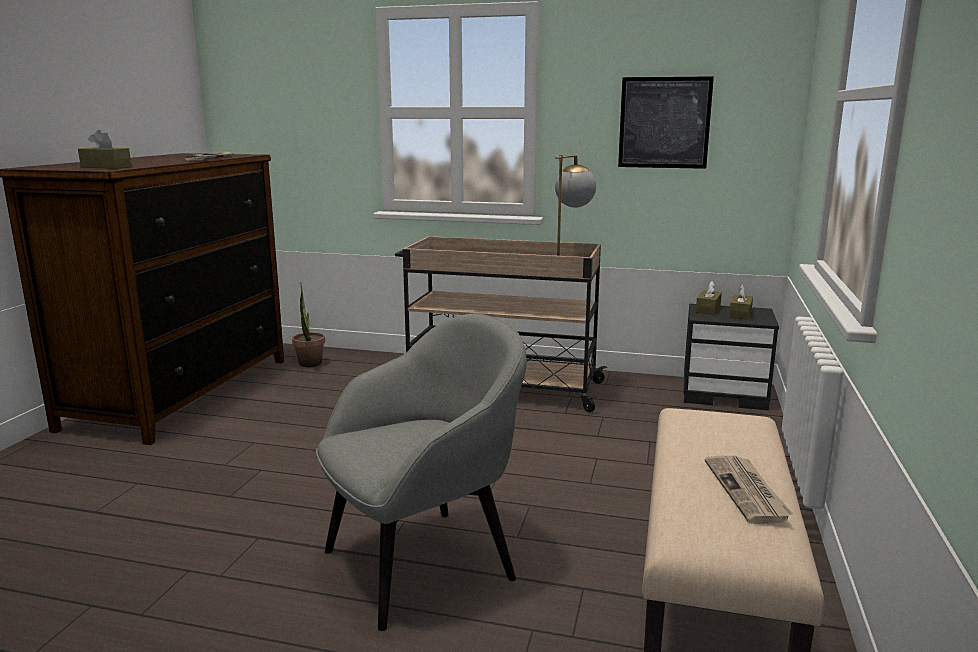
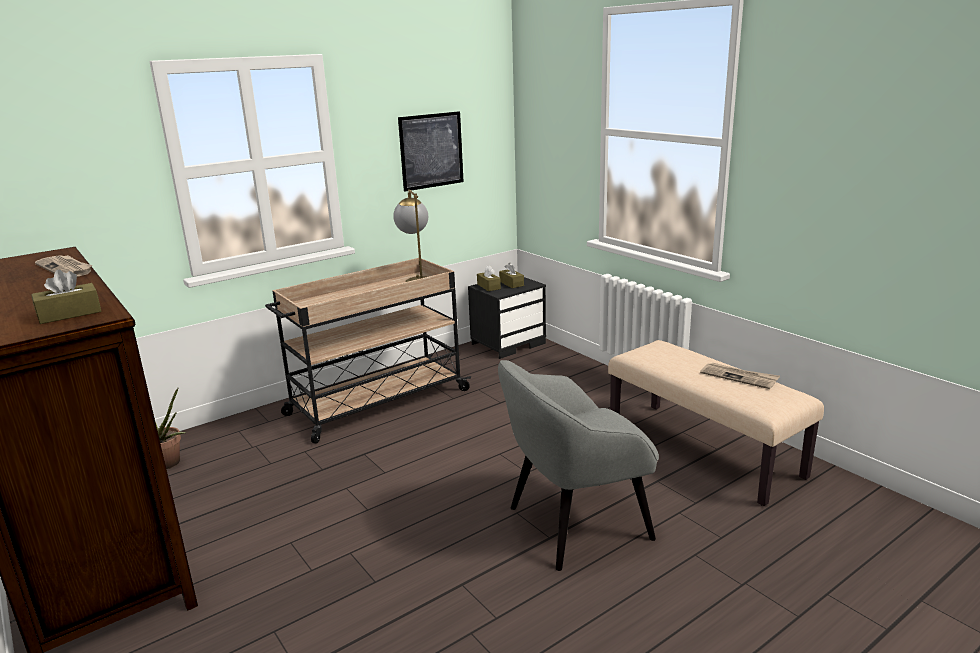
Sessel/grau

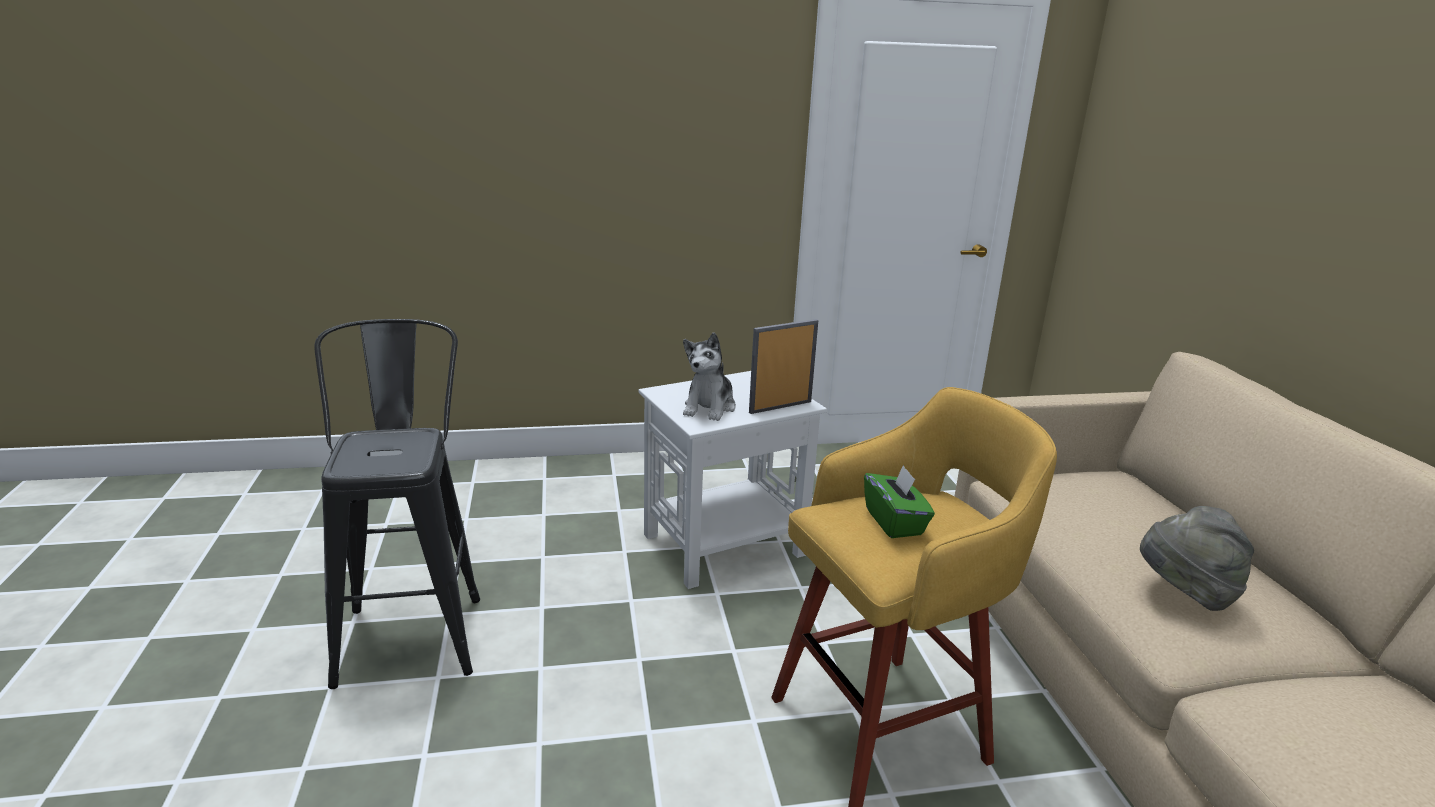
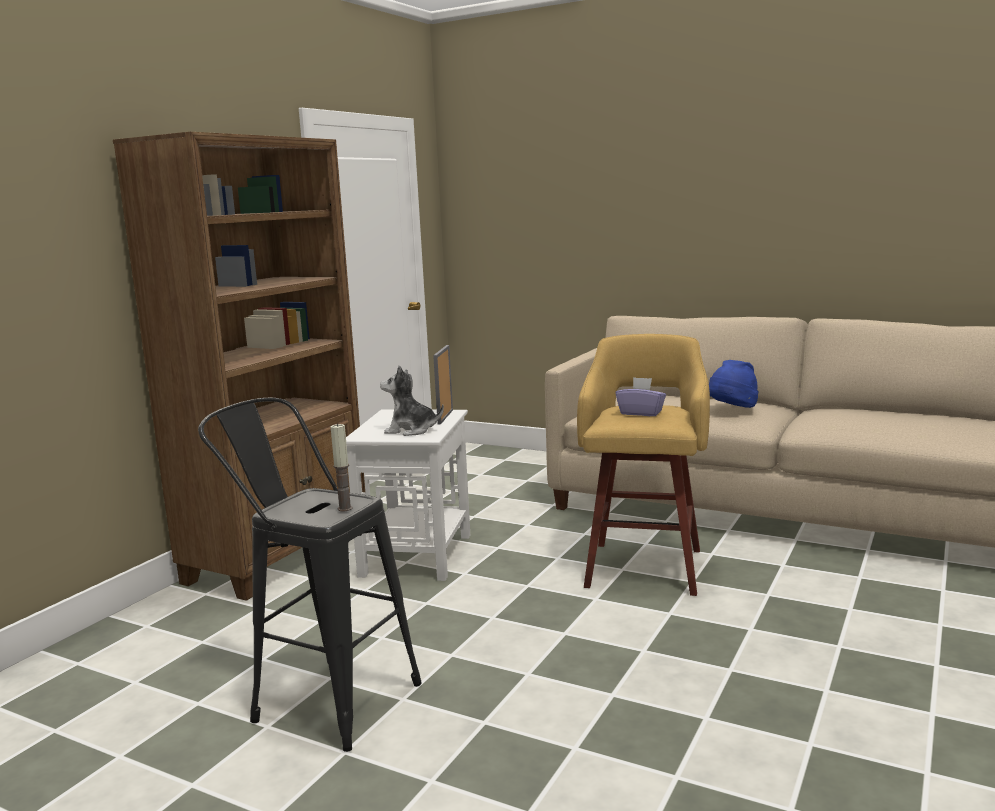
Bücherregal/braun; Kerze; Taschentuchbox/lila; Hut/blau; Plüschtier

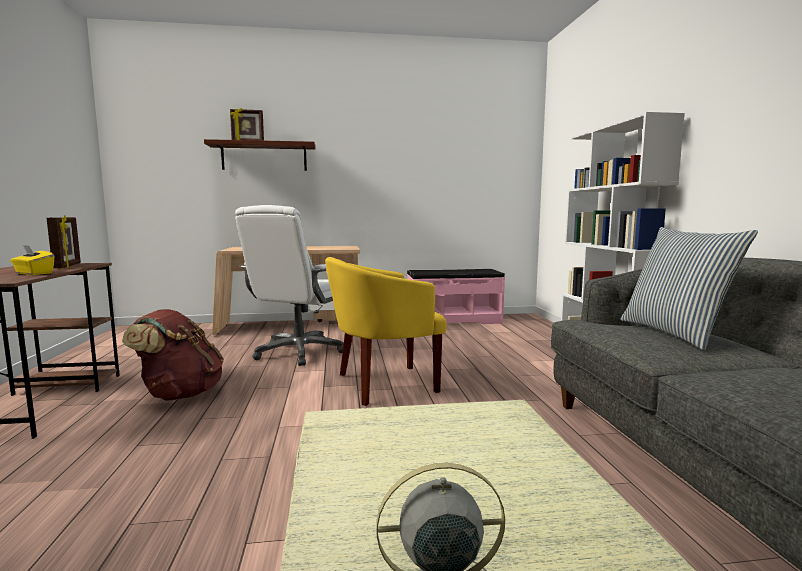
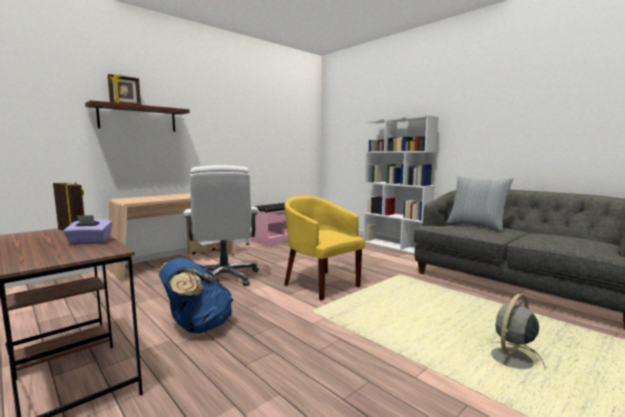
Taschentuchbox/lila; Rucksack/blau; Sessel/gelb

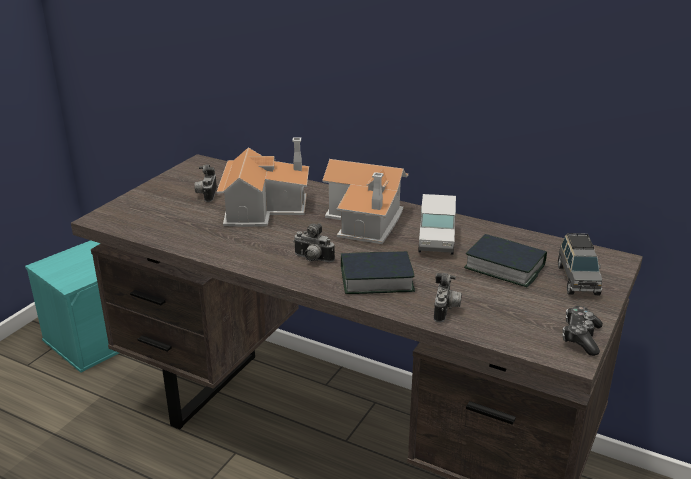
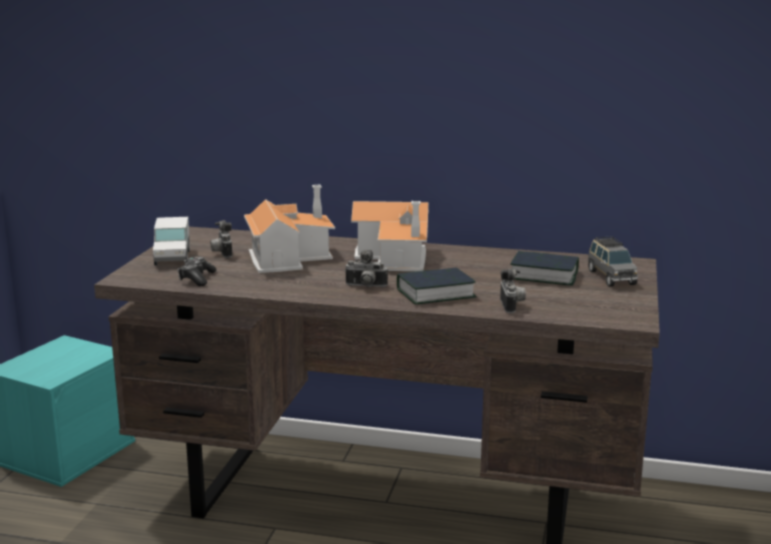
Spielzeuglaster; Gamepad

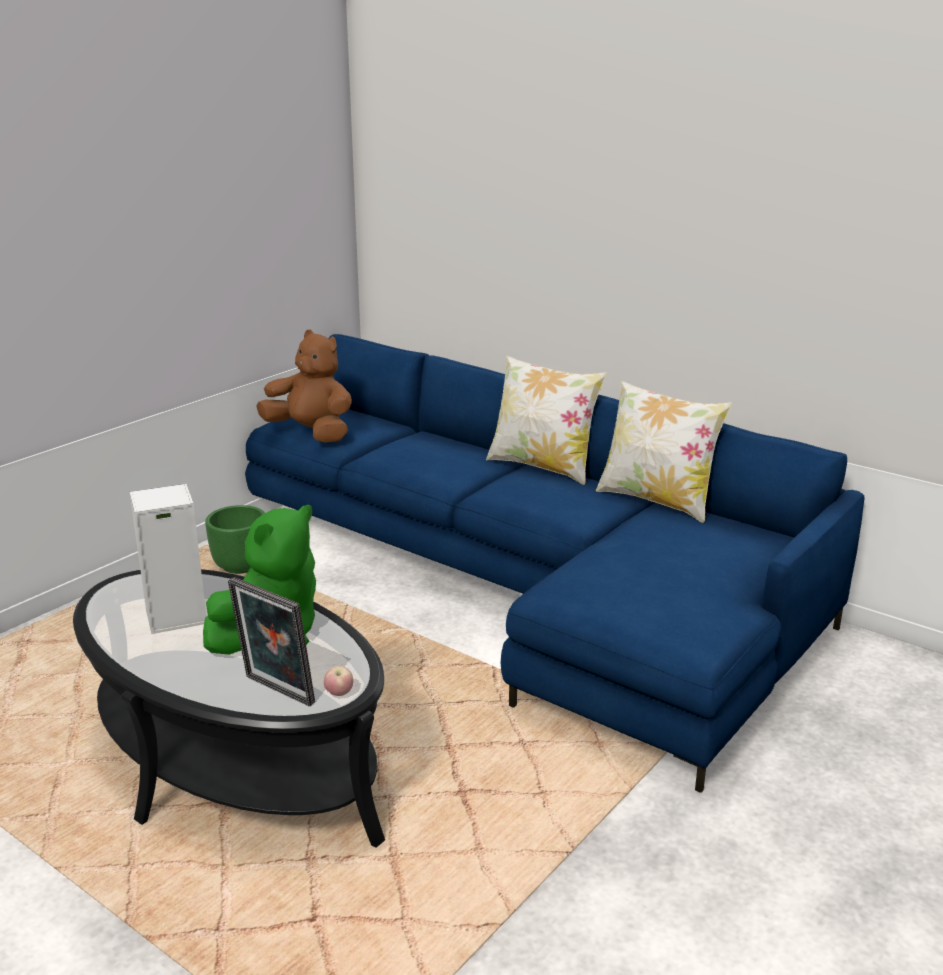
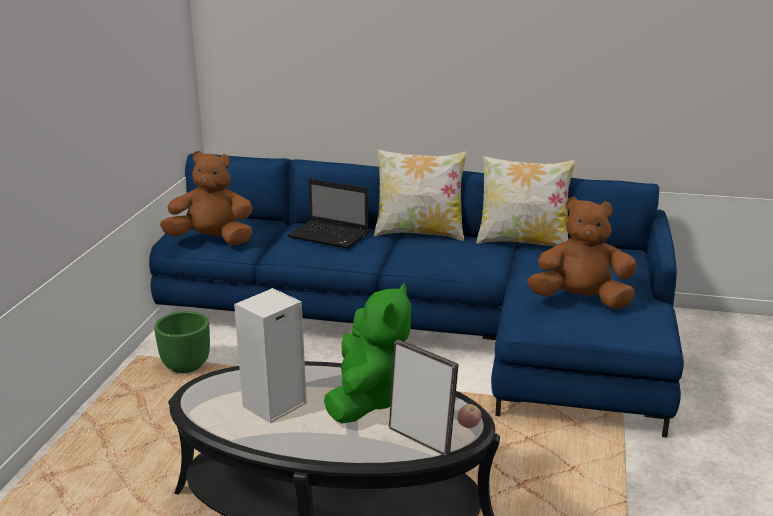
Laptop; Plüschtier/braun (no. 2 from left); Bilderrahmen

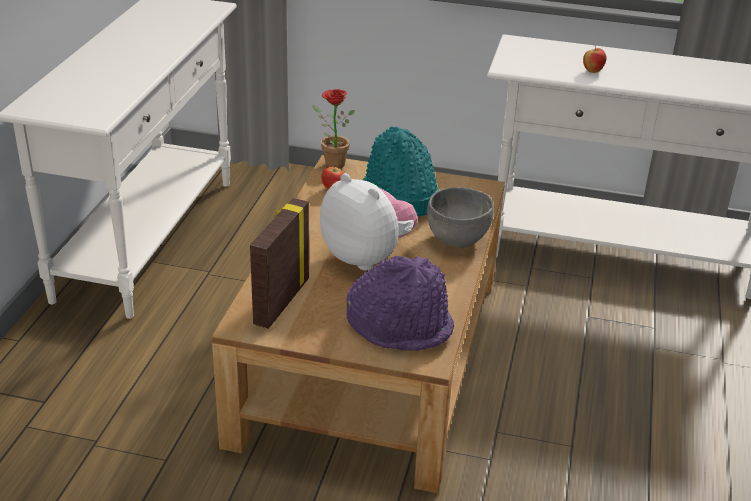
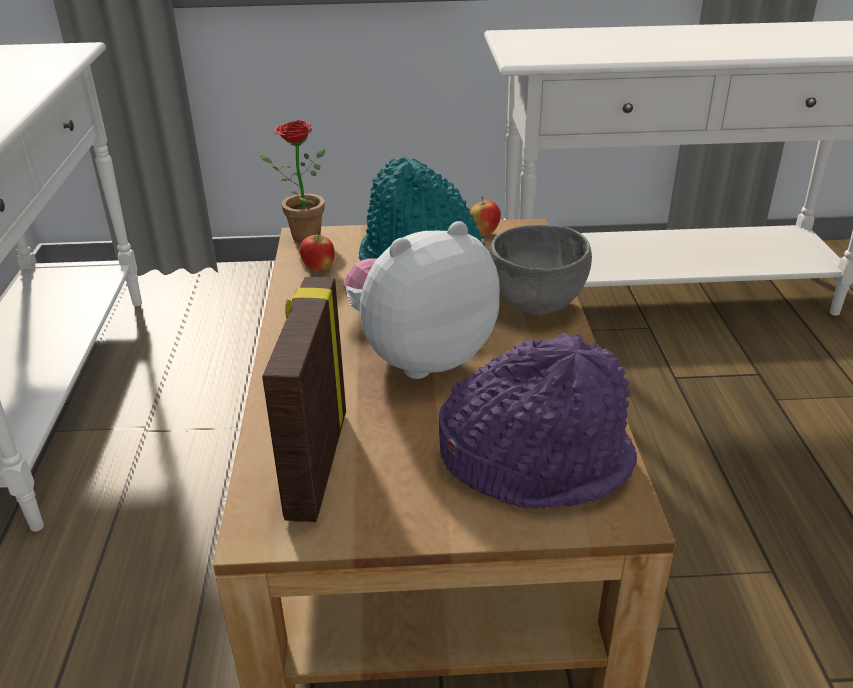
Apfel (no. 2 from left); Plüschtier

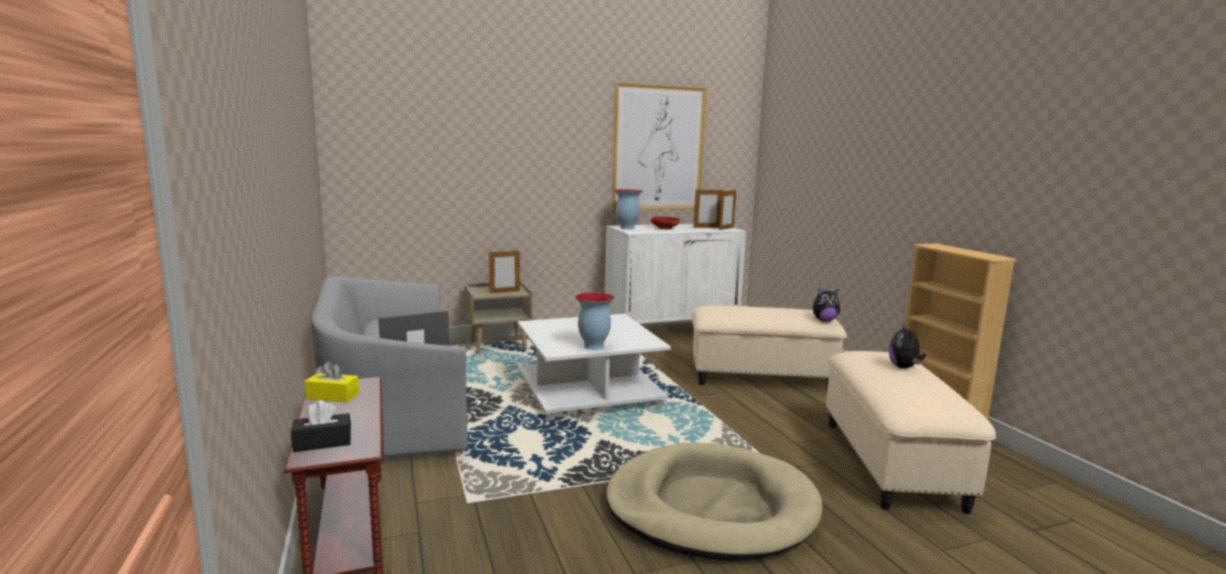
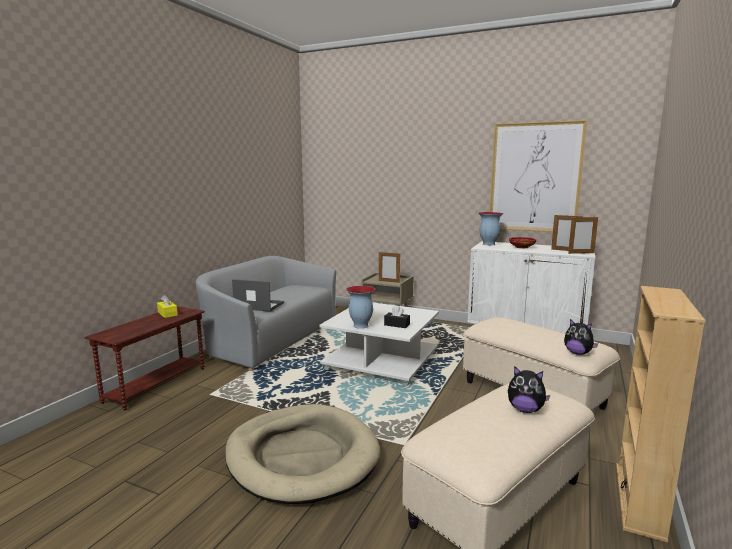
Taschentuchbox/schwarz; Plüschtier (no. 1 from left)

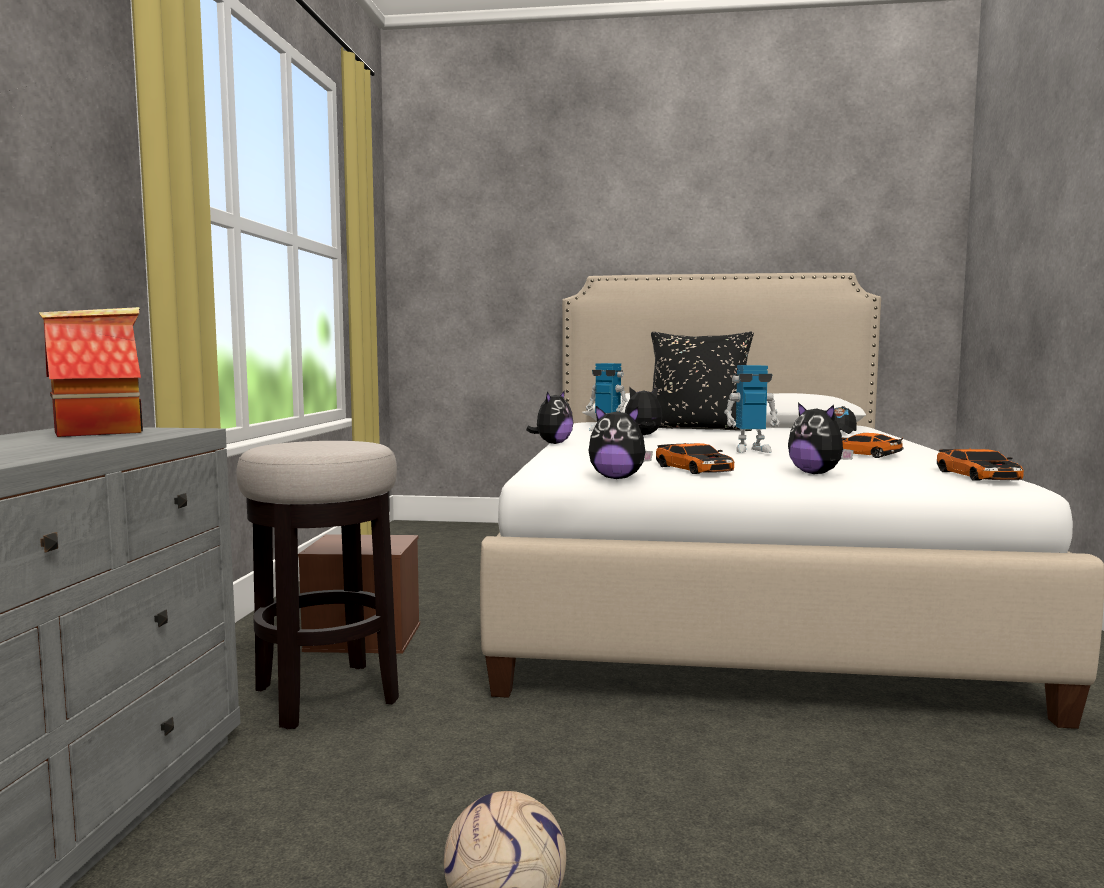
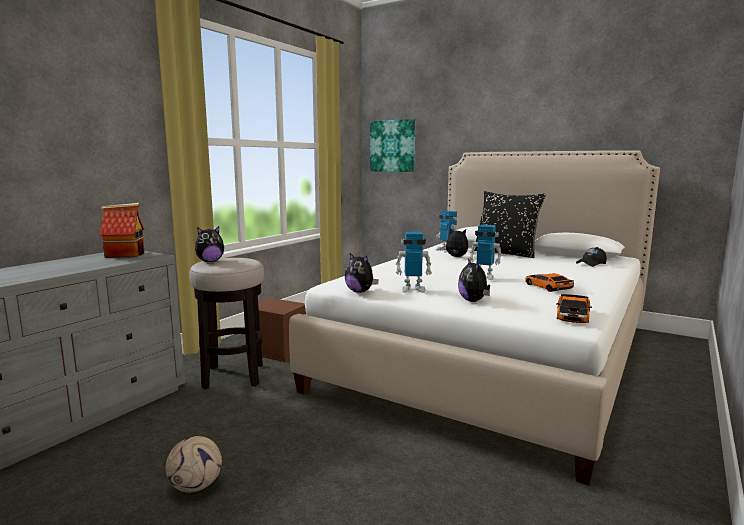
Bild; Plüschtier (no. 1 from left); Spielzeugroboter (no. 1 from left)

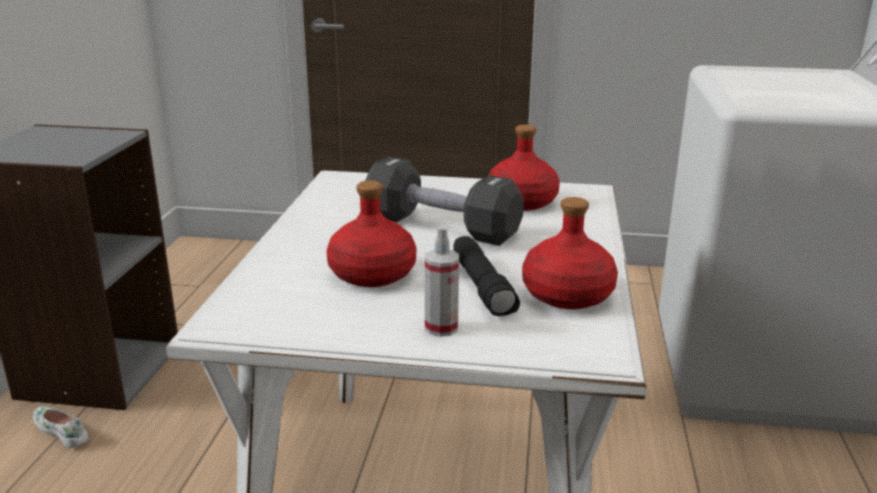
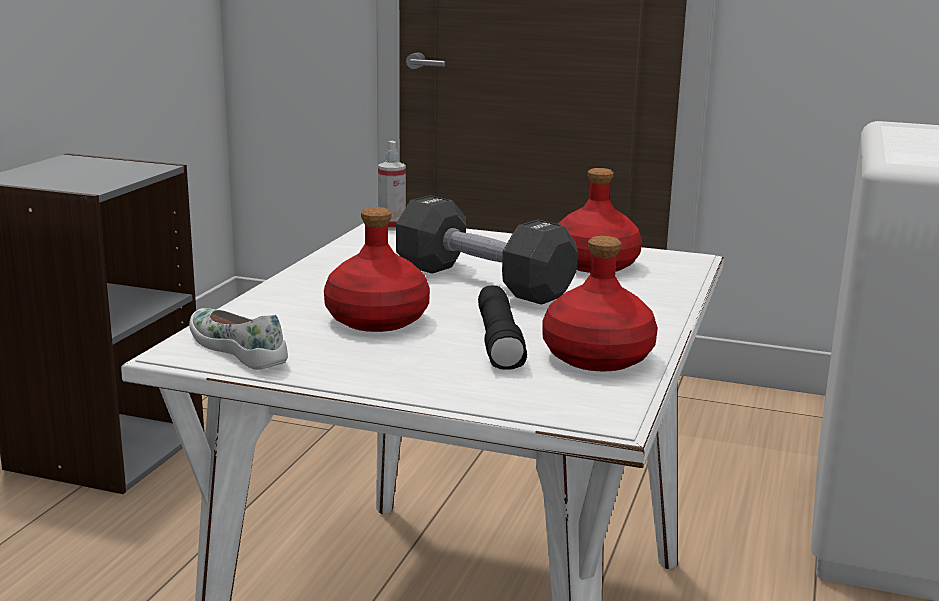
Schuh/weiß; Sprühflasche

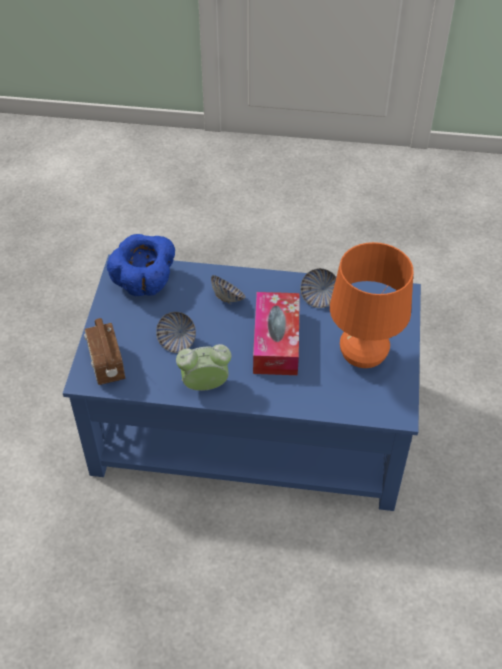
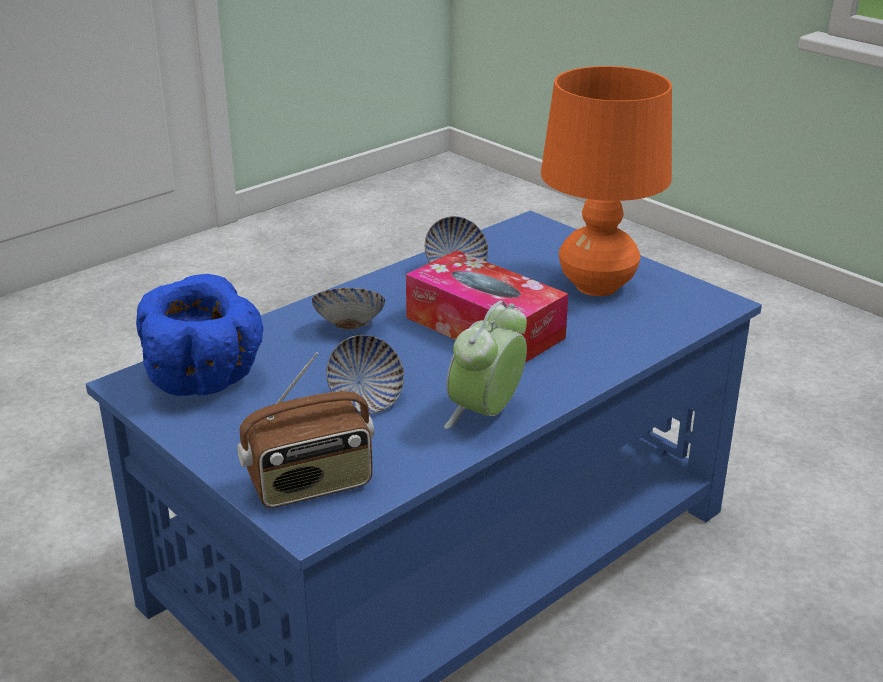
Radio

